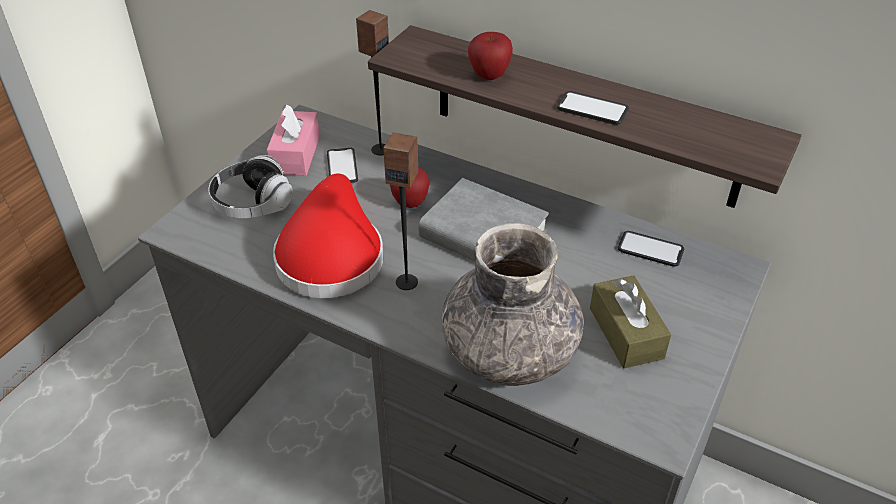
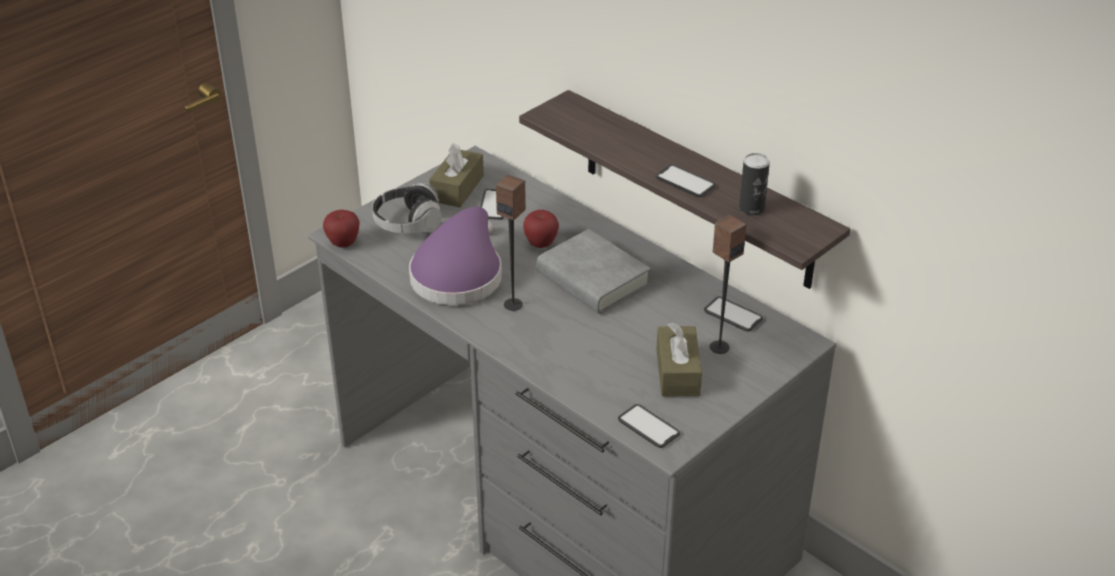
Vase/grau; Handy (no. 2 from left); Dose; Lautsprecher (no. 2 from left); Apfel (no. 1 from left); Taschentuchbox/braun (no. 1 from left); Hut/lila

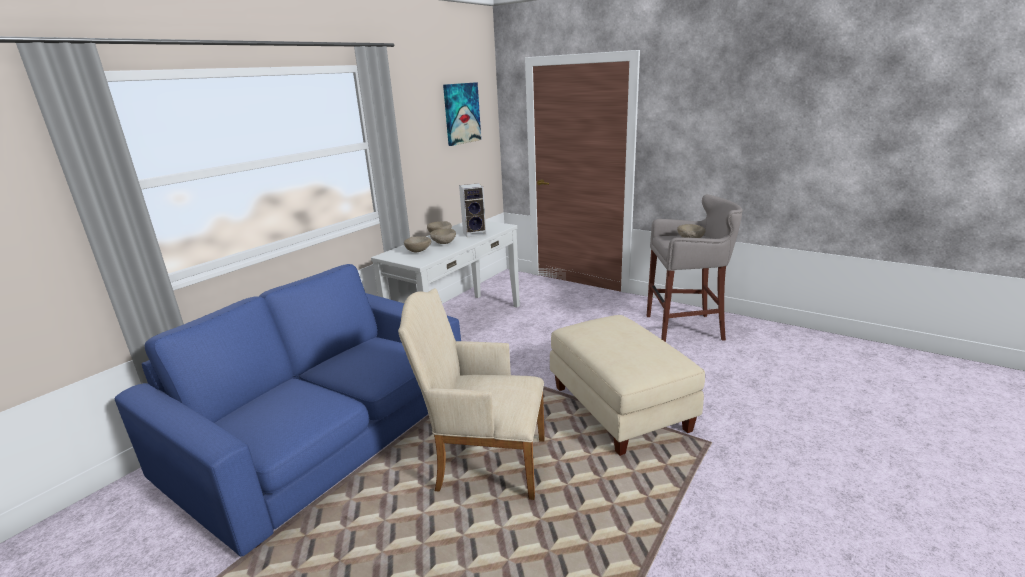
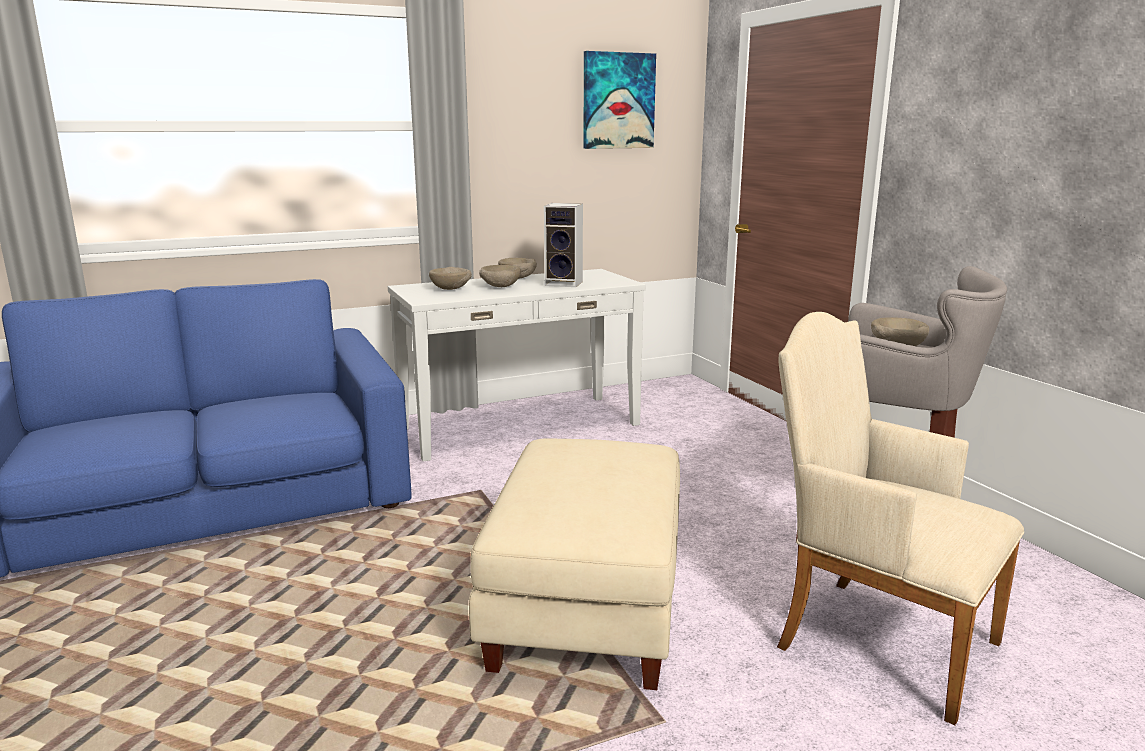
Sessel/beige

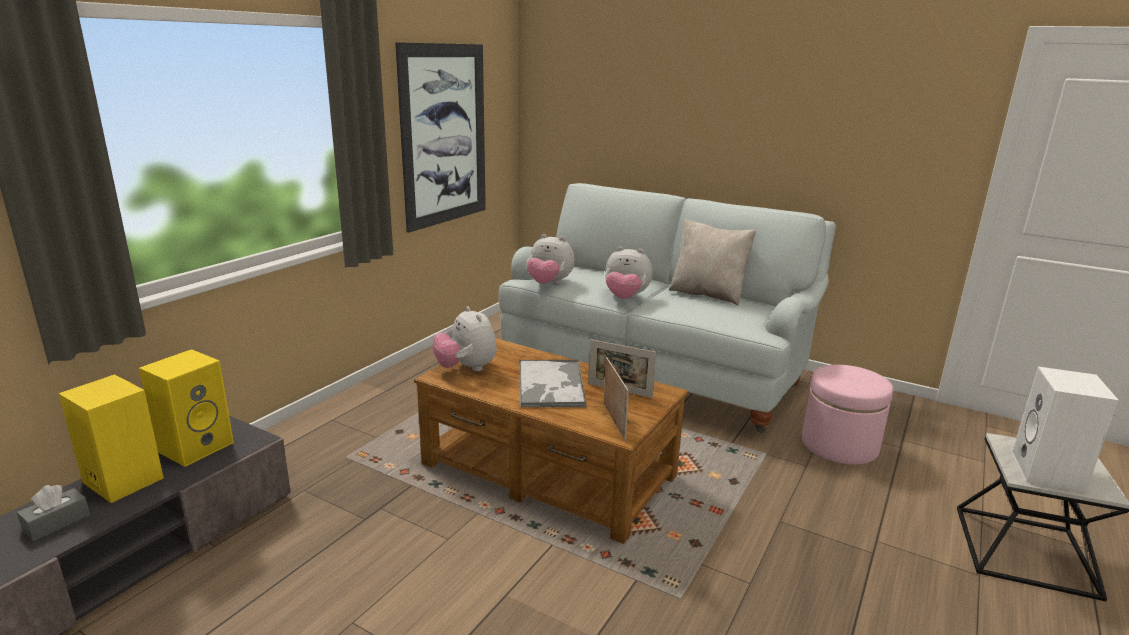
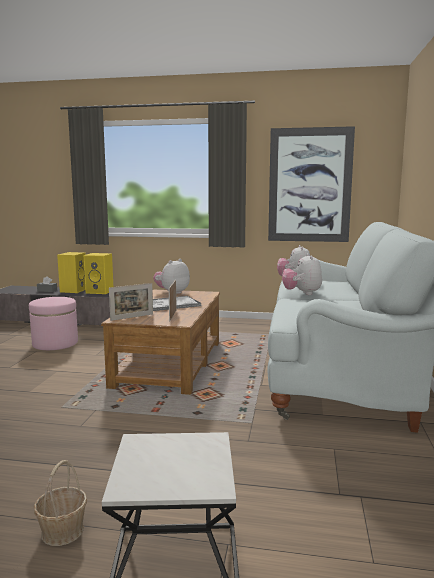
Kissen/beige; Lautsprecher/weiß; Korb; Polsterhocker/rosa

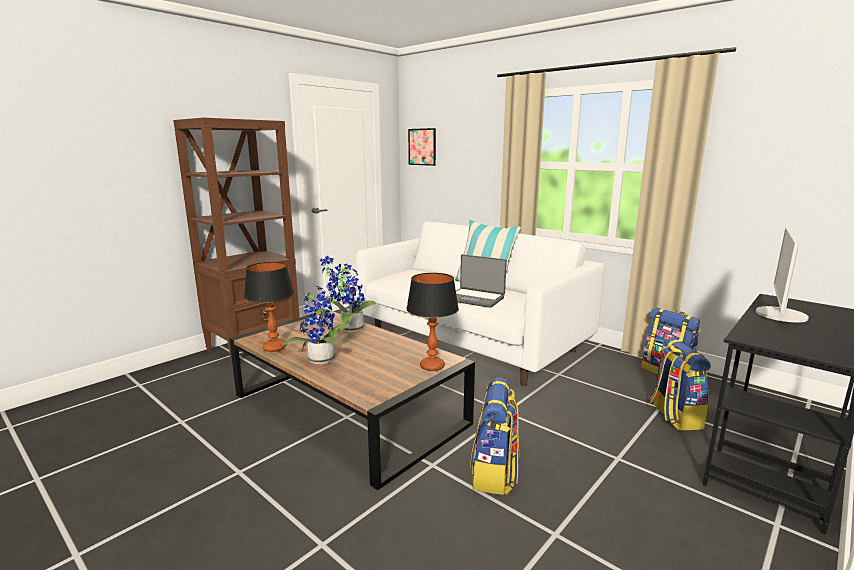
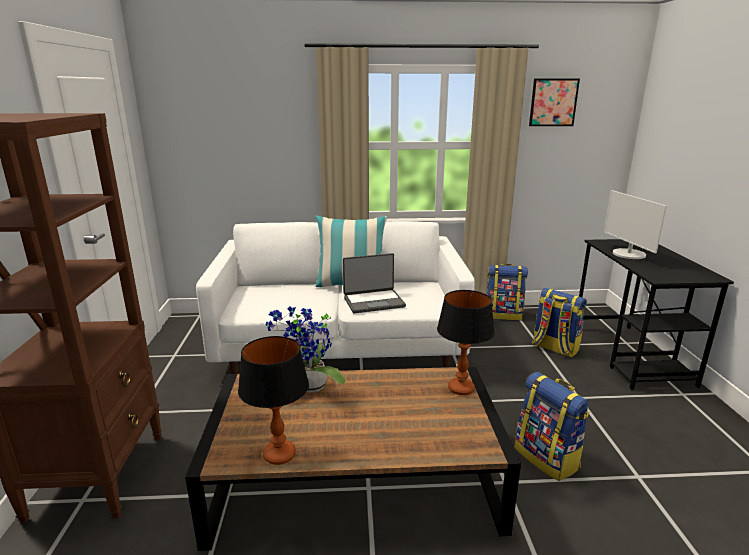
Topfpflanze (no. 1 from left in the first image); Bild

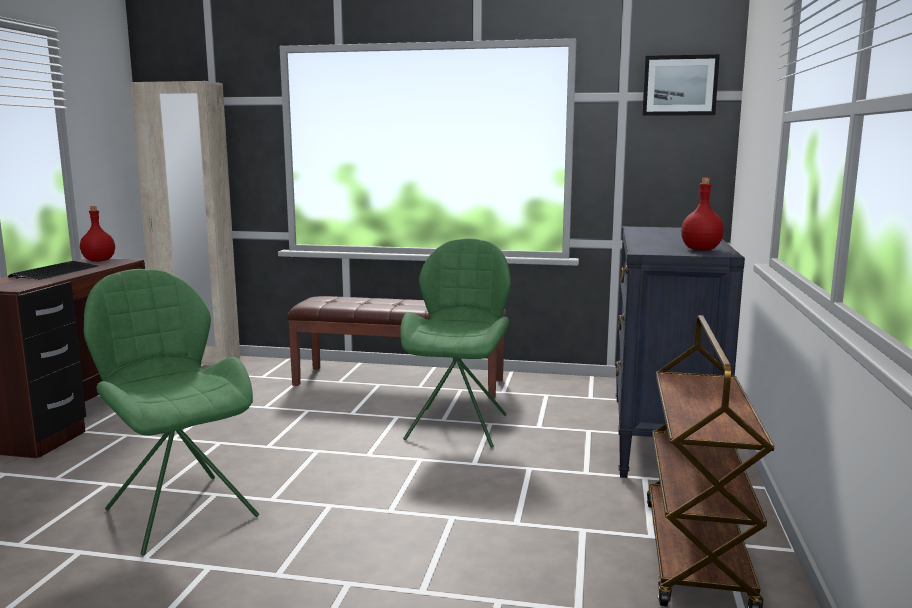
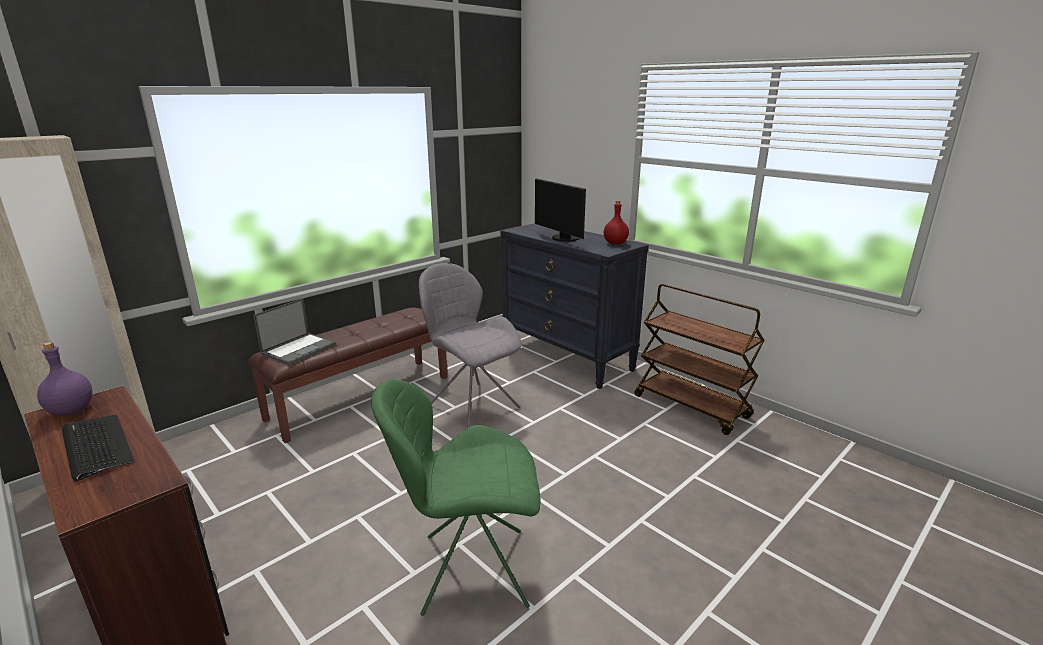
Bild; Laptop; Monitor; Flasche/lila; Stuhl/grau

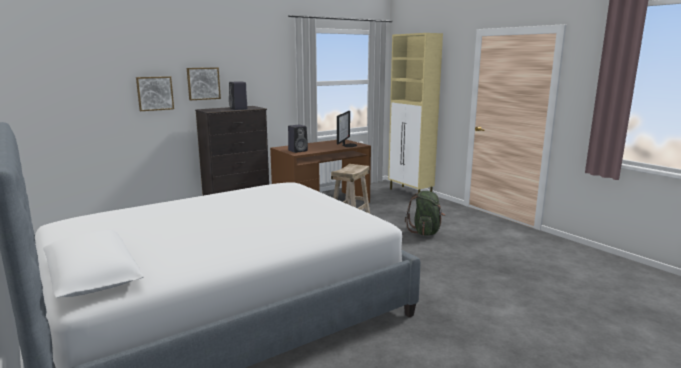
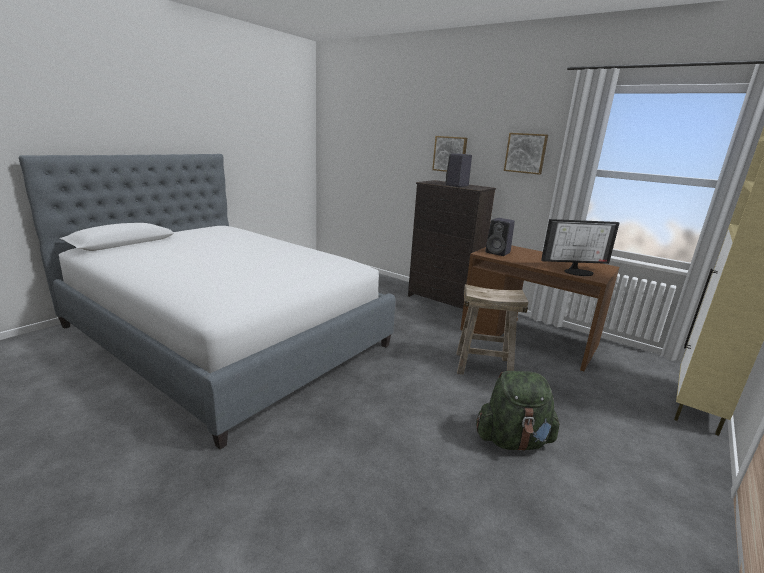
Bild (no. 2 from left)

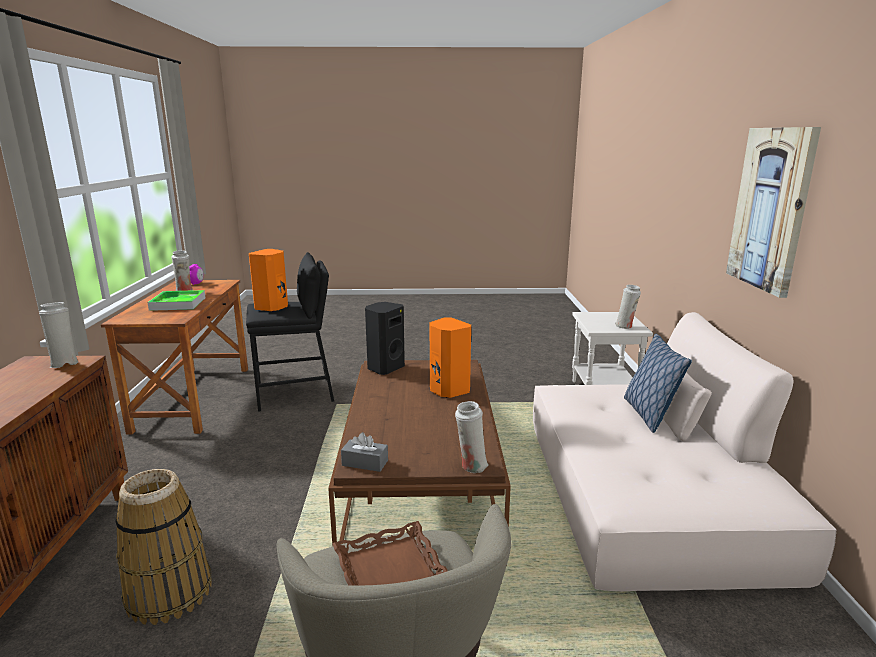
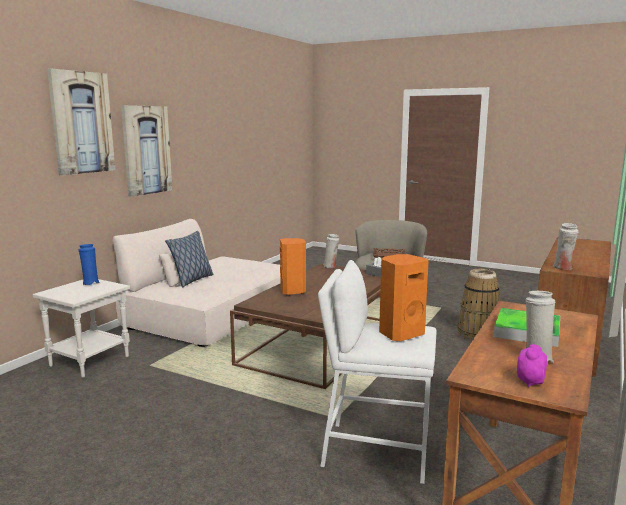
Lautsprecher/schwarz; Bild (no. 1 from left); Hocker/weiß; Vase/blau

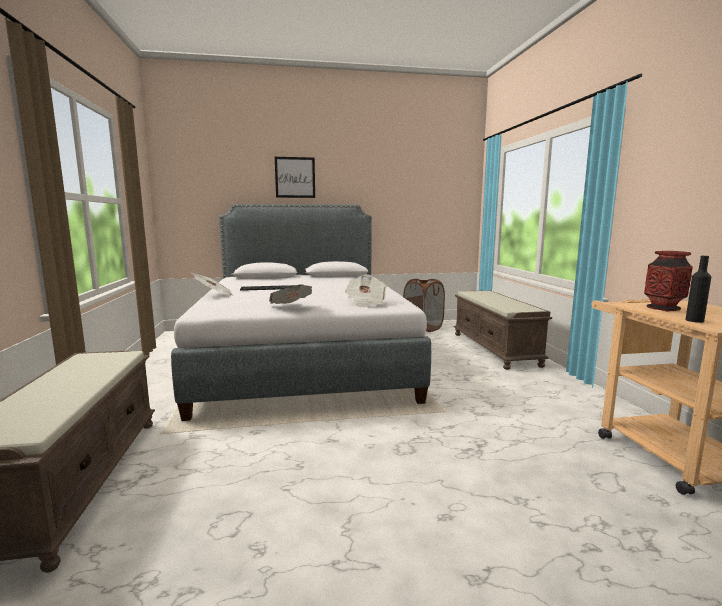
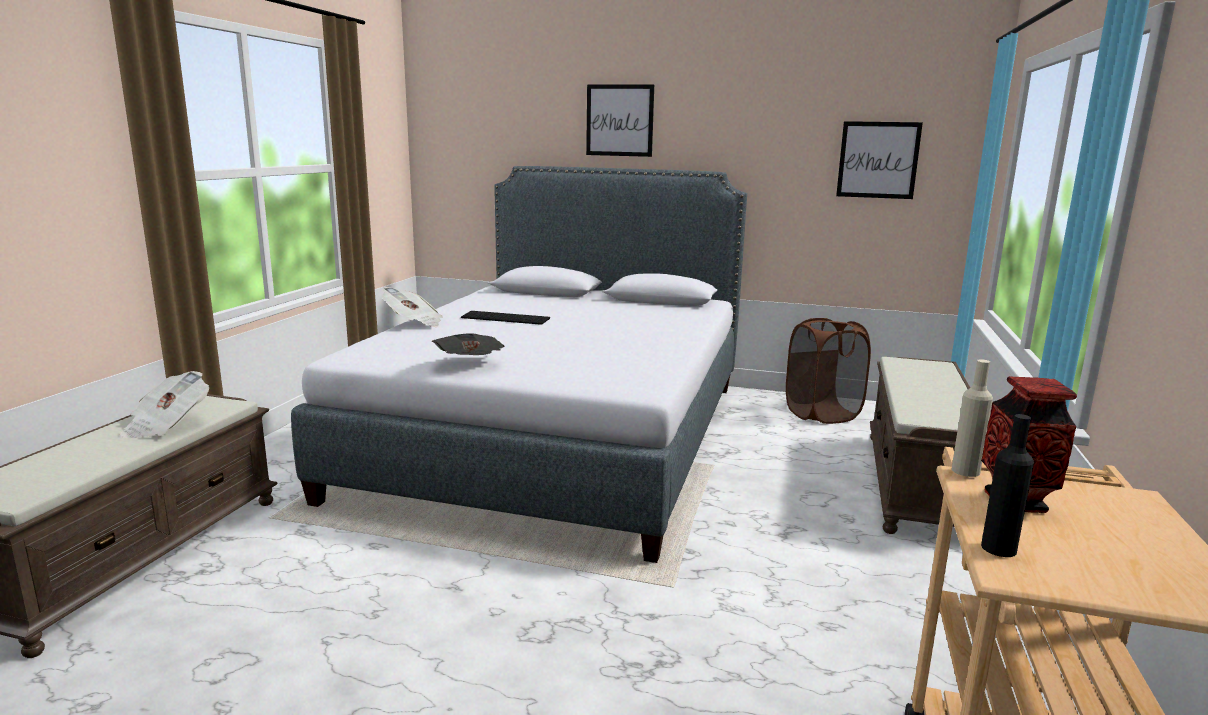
Bild (no. 2 from left); Flasche/beige; Zeitung (no. 1 from left)

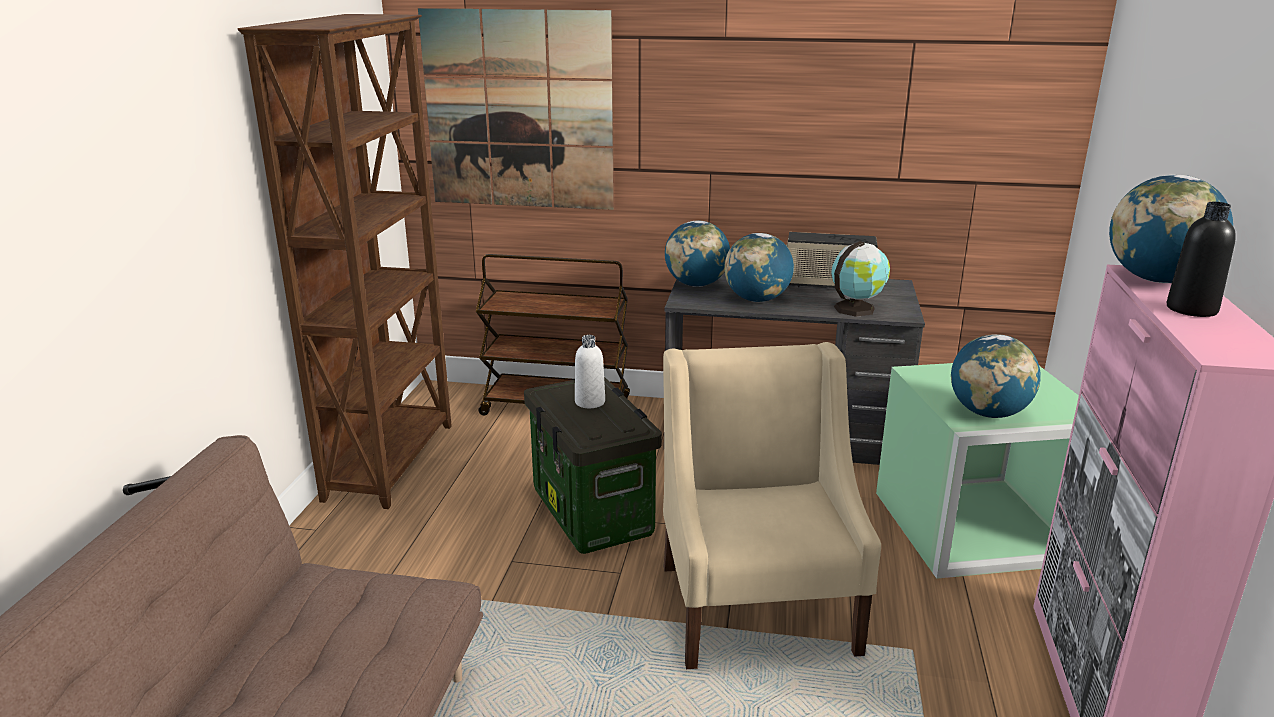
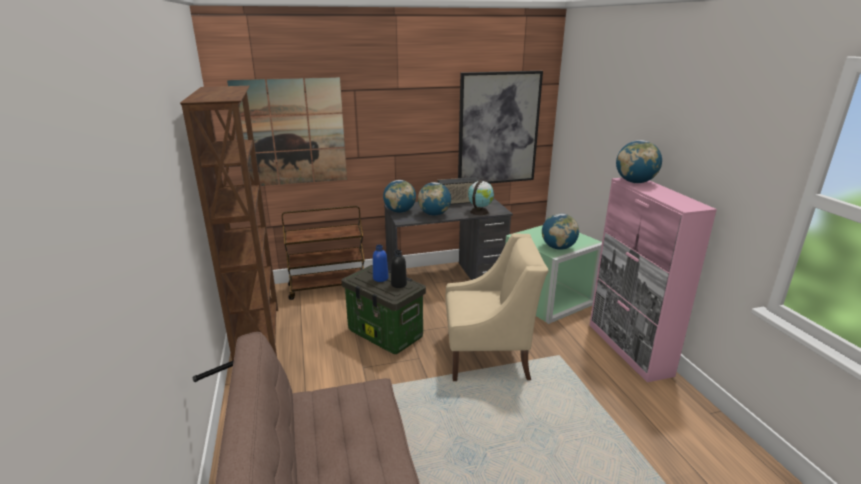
Bild (no. 2 from left); Flasche/schwarz; Flasche/blau; Sessel/beige

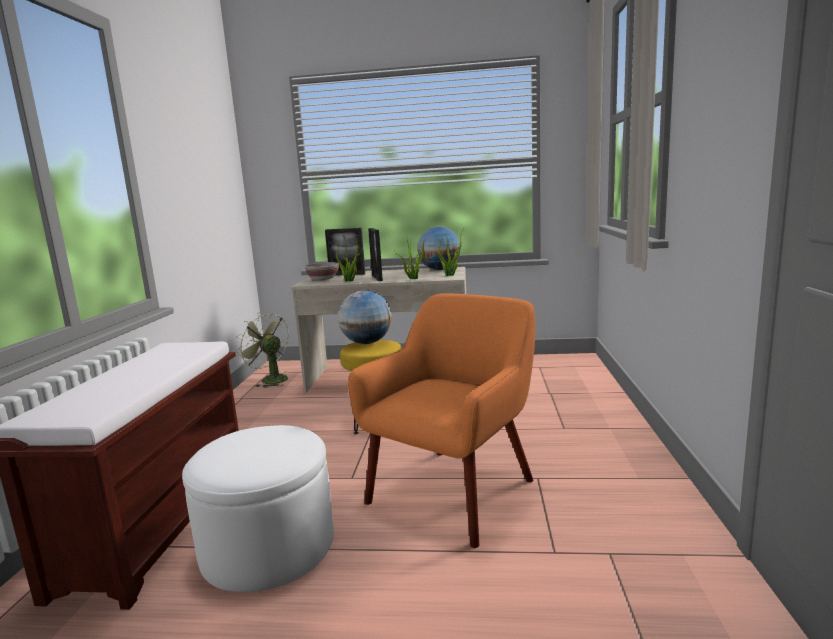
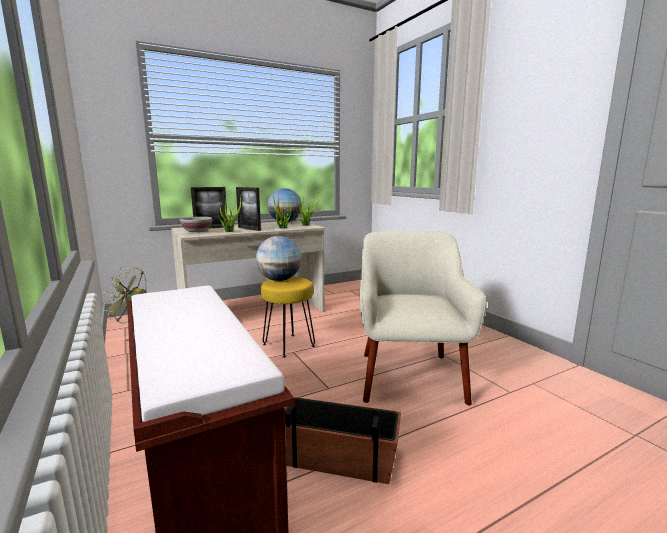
Pflanzkübel; Sessel/beige

